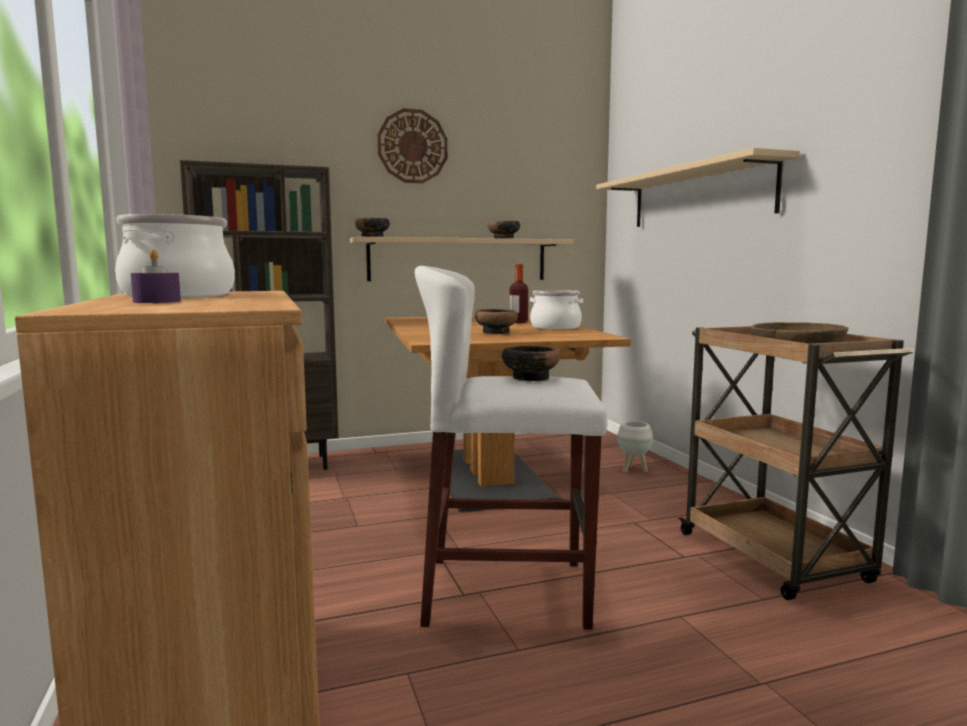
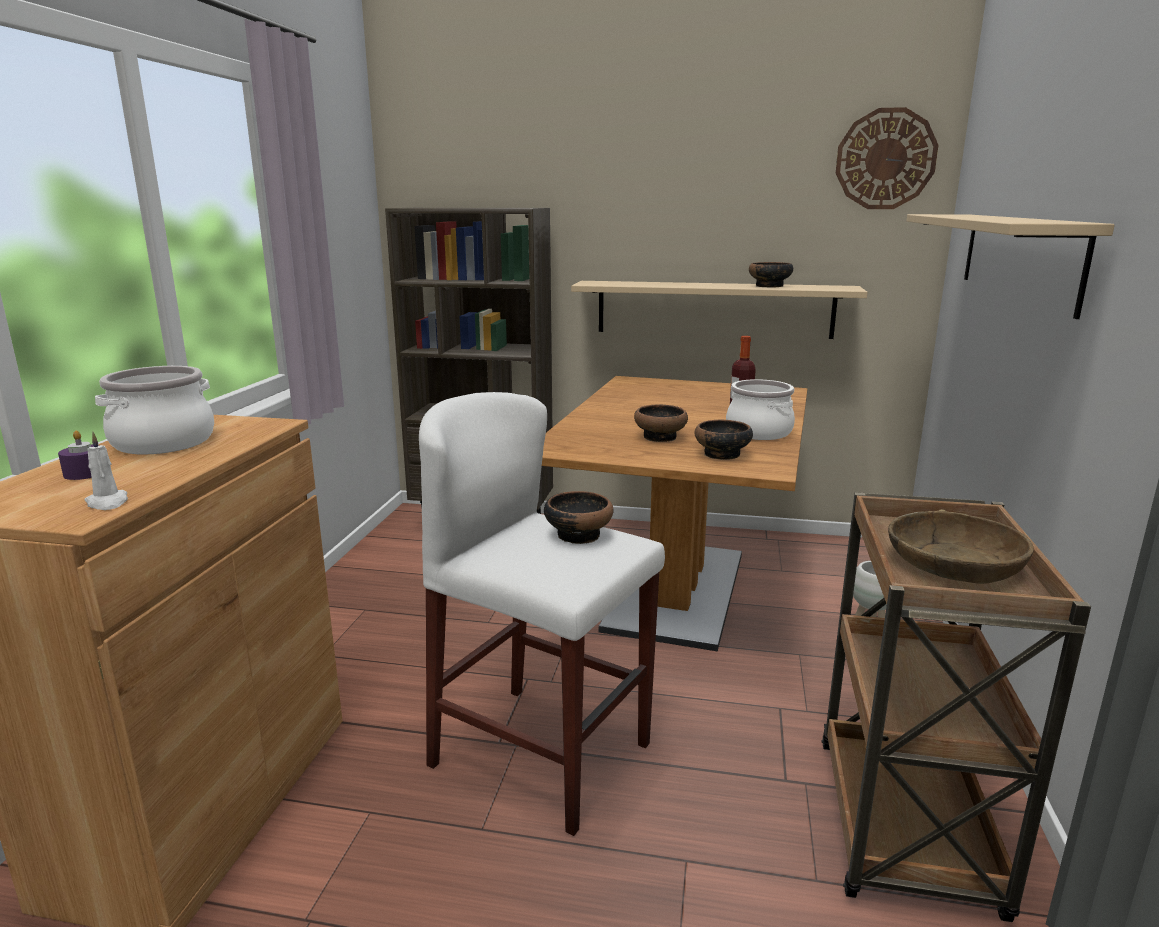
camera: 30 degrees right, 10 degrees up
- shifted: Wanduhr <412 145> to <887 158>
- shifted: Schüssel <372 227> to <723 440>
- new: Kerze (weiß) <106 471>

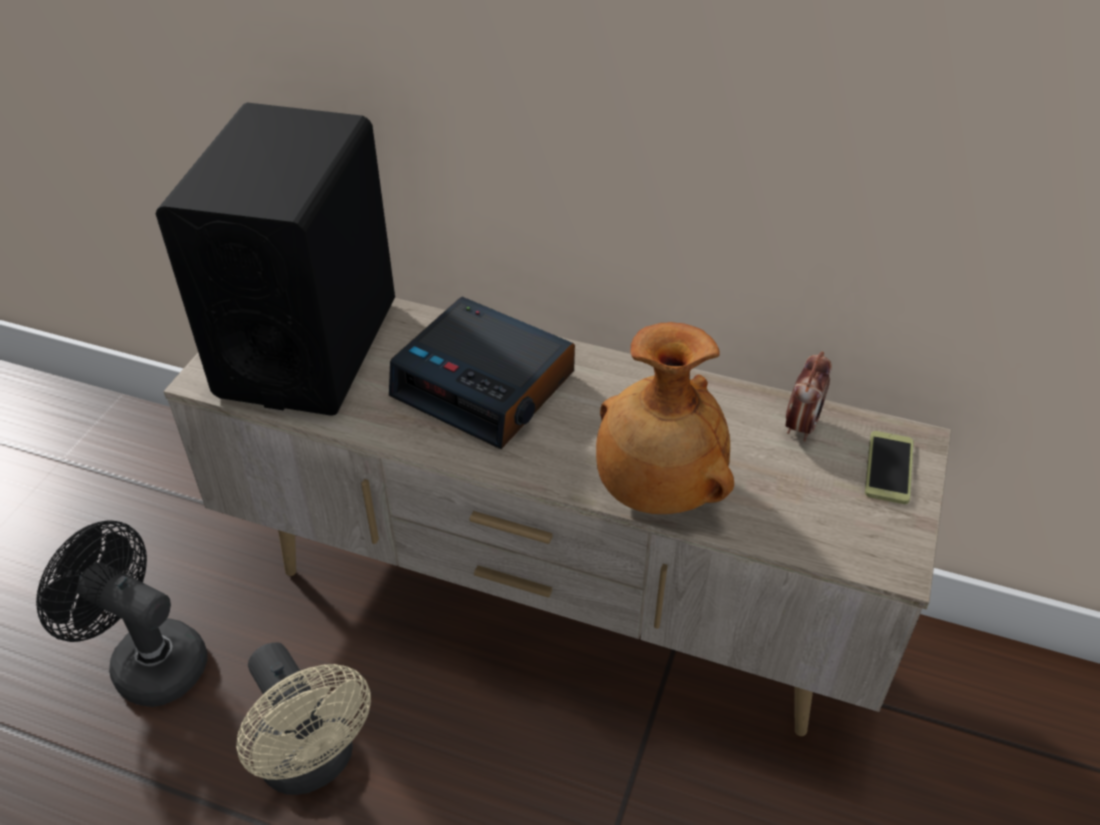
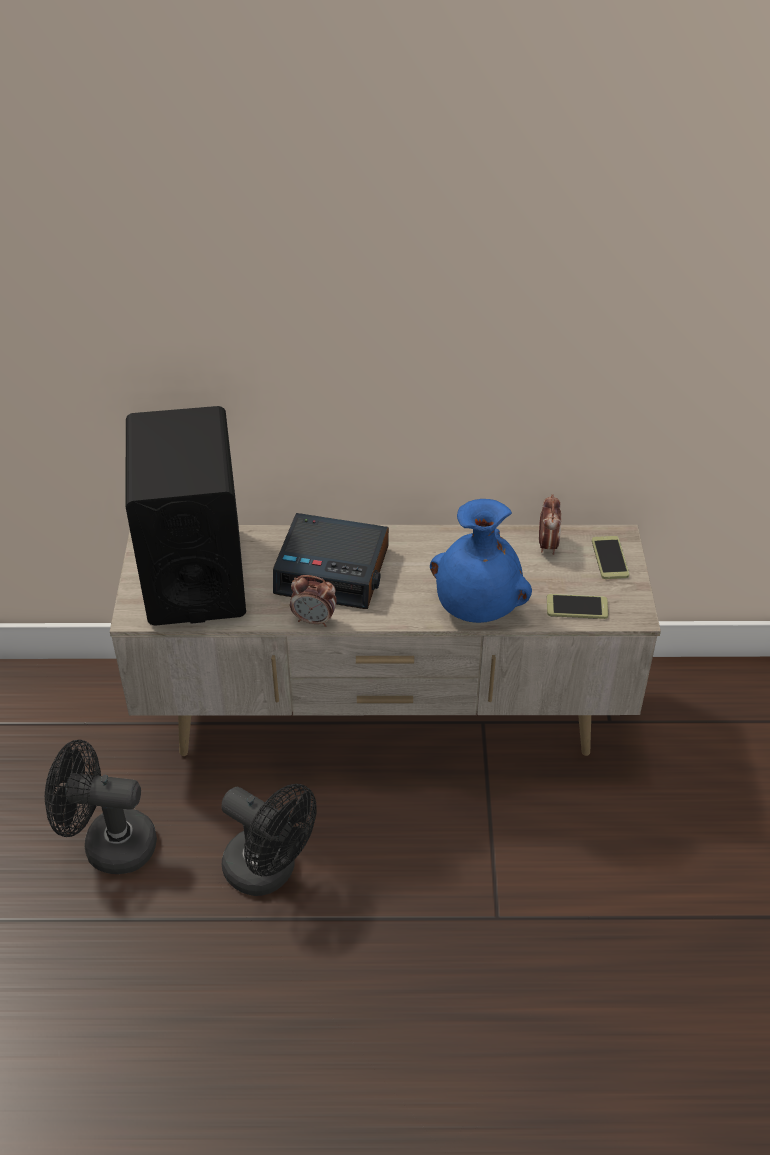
camera: 20 degrees left, 0 degrees up
- repainted: Vase (braun) <665 418> to Vase (blau) <481 561>
- repainted: Ventilator (beige) <303 718> to Ventilator (schwarz) <269 840>
- new: Wecker <313 601>
- new: Handy <578 606>

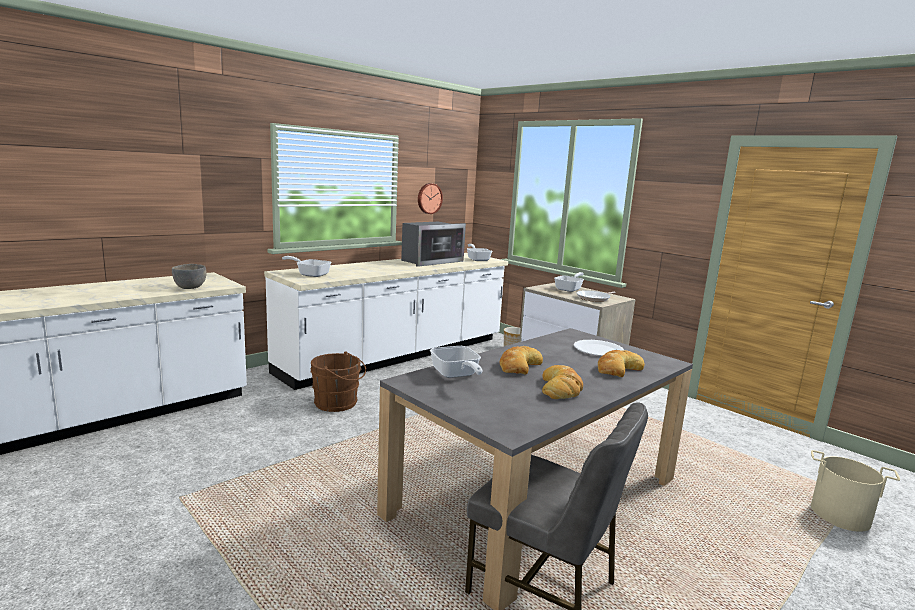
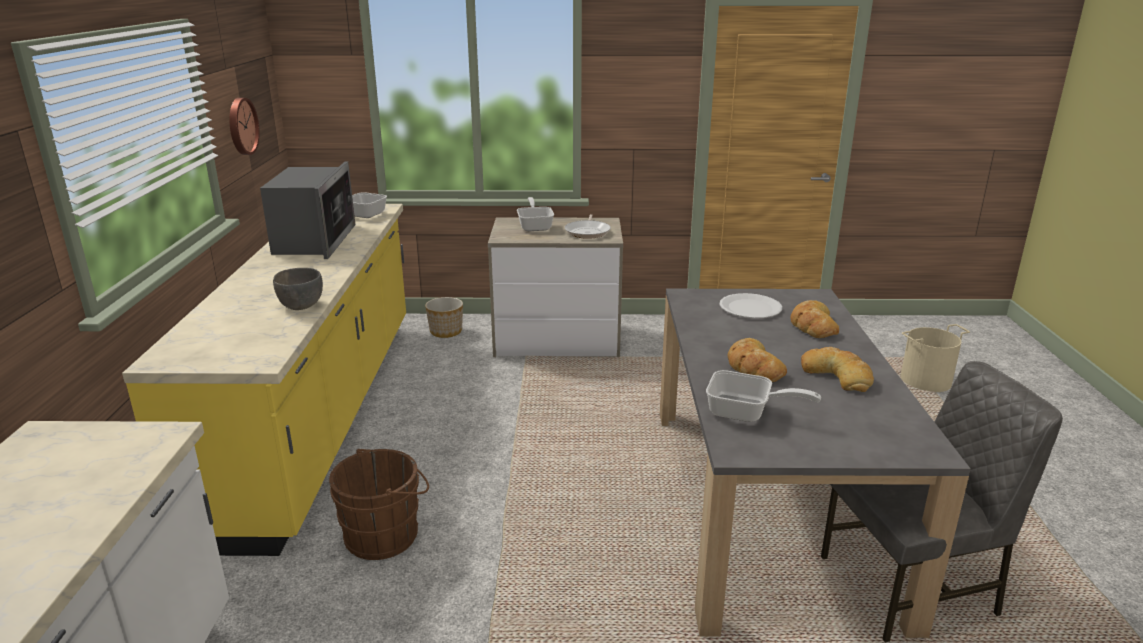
camera: 45 degrees left, 10 degrees up
- repainted: Küchenzeile (weiß) <386 321> to Küchenzeile (gelb) <264 380>
- gone: Pfanne <306 266>
- shifted: Schüssel (grau) <189 276> to <298 289>

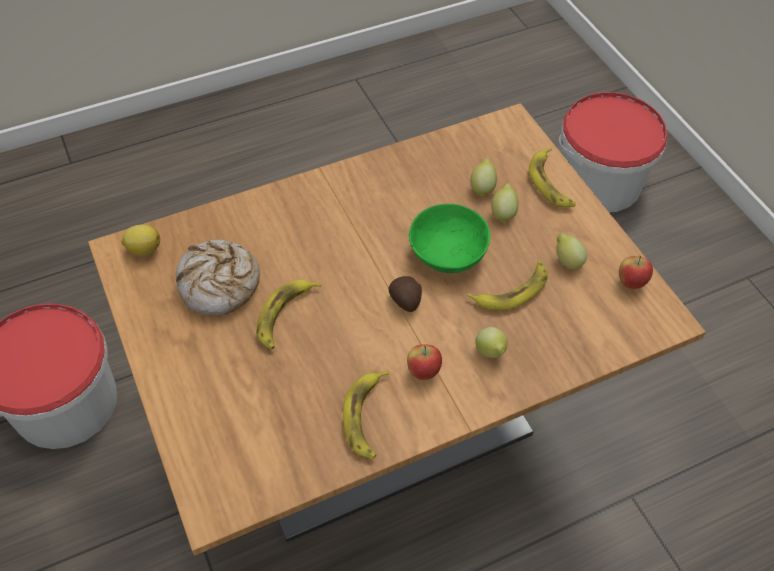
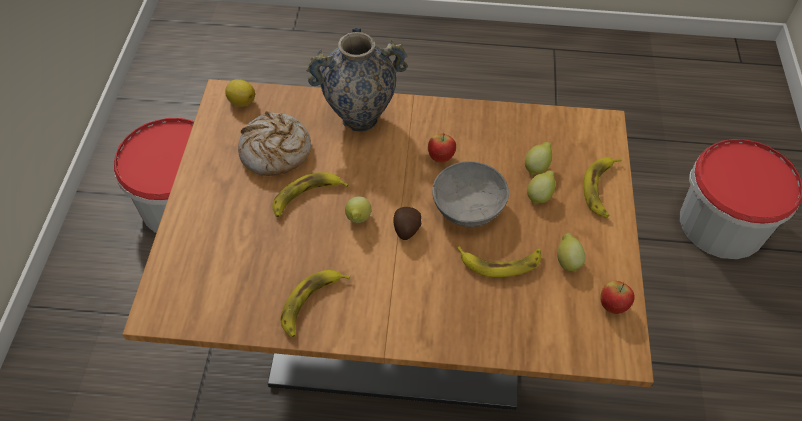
camera: 30 degrees right, 0 degrees up
- repainted: Schüssel (grün) <449 238> to Schüssel (grau) <470 194>
- shifted: Zitrone <491 342> to <358 209>
- shifted: Apfel <424 362> to <442 148>
- new: Vase <357 80>

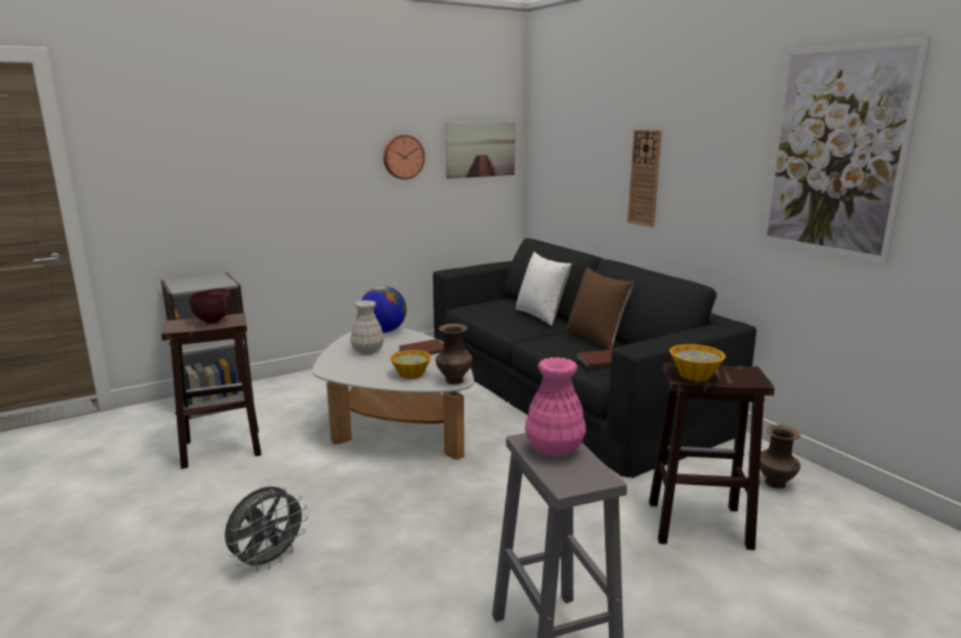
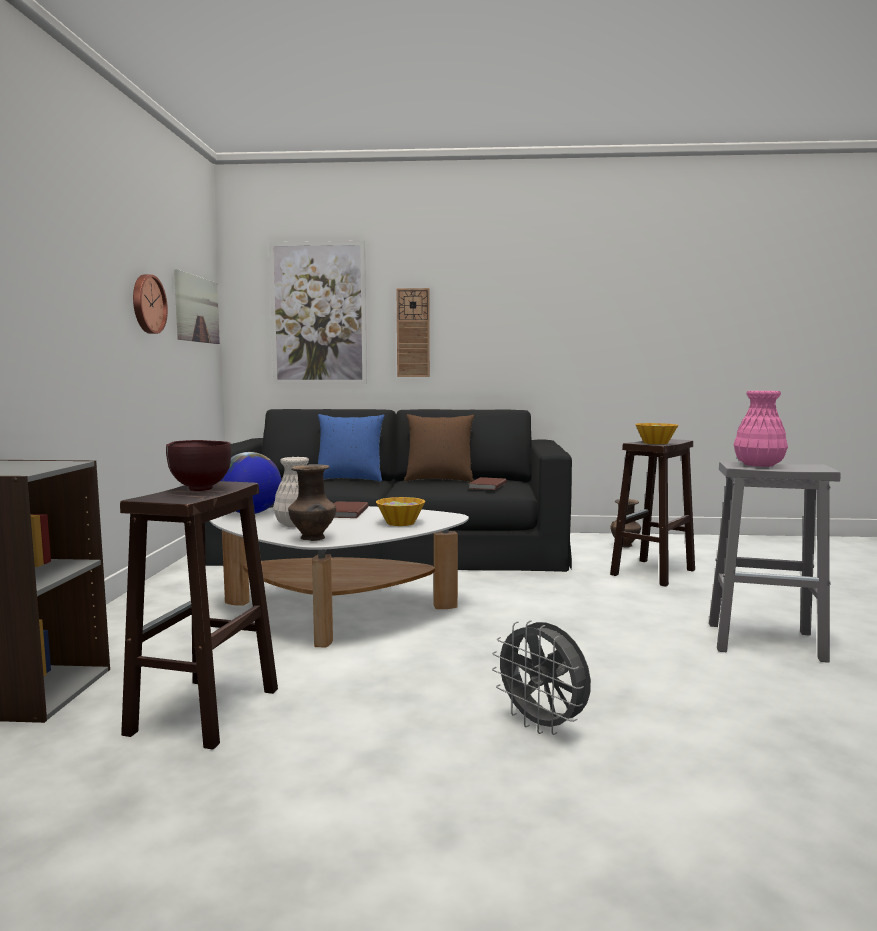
camera: 55 degrees left, 10 degrees down
- shifted: Bild <846 150> to <318 312>
- repainted: Kissen (weiß) <543 289> to Kissen (blau) <351 448>
- shifted: Vase (braun) <454 354> to <312 502>
- rotated: Ventilator (grau) <266 529> = <541 677> 150 degrees clockwise

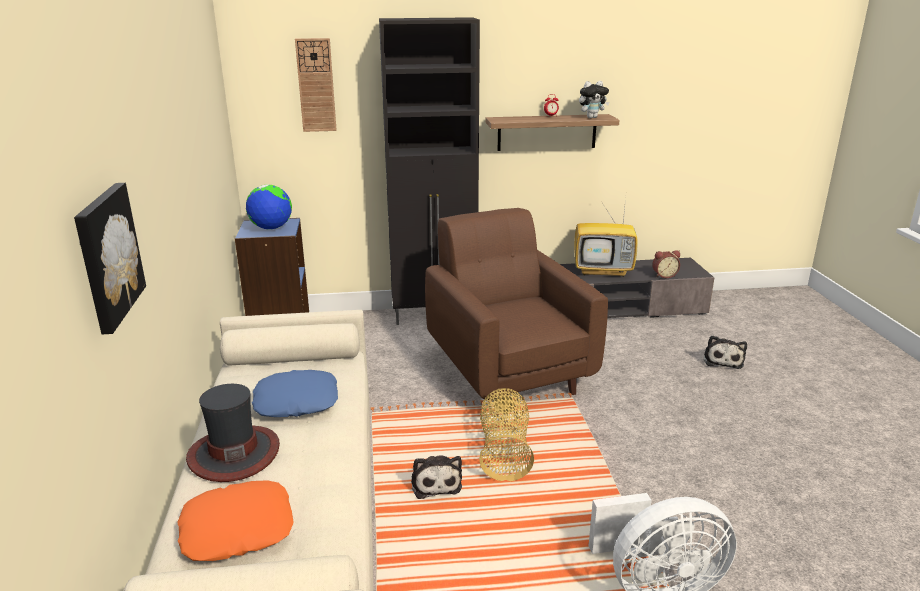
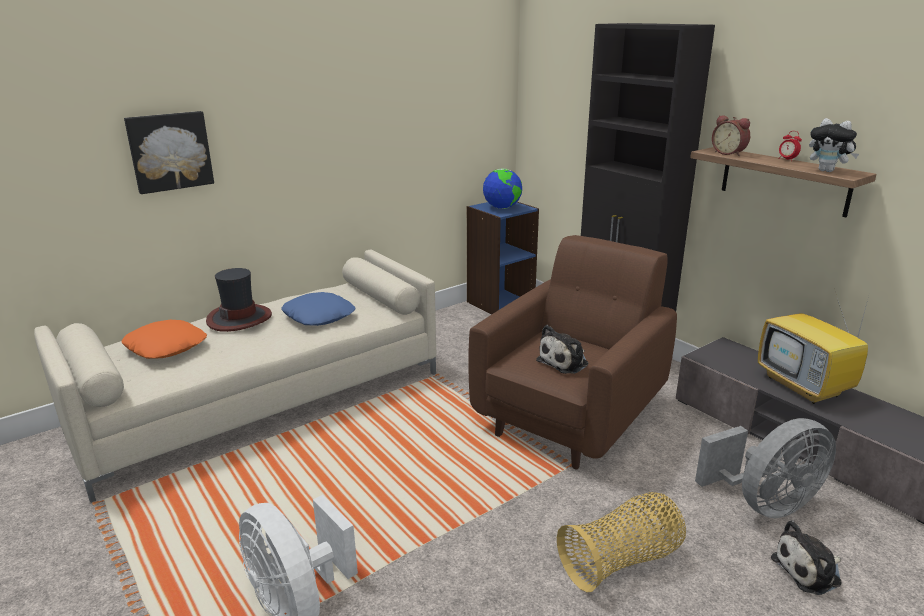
camera: 60 degrees right, 0 degrees up
- gone: Wanduhr <316 85>
- shifted: Wecker <666 264> to <731 135>
- shifted: Korb <506 434> to <621 542>
- shifted: Plüschtier <436 477> to <562 349>
- new: Ventilator (grau) <765 468>

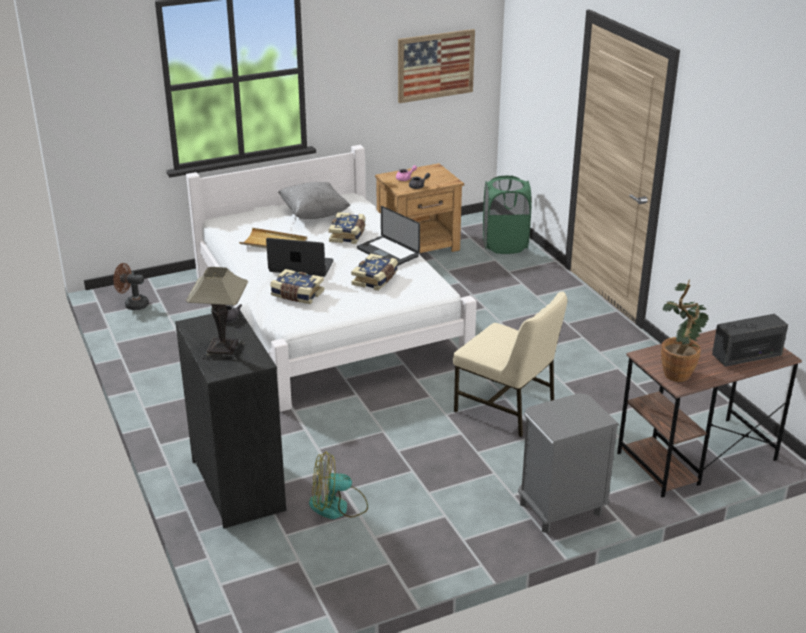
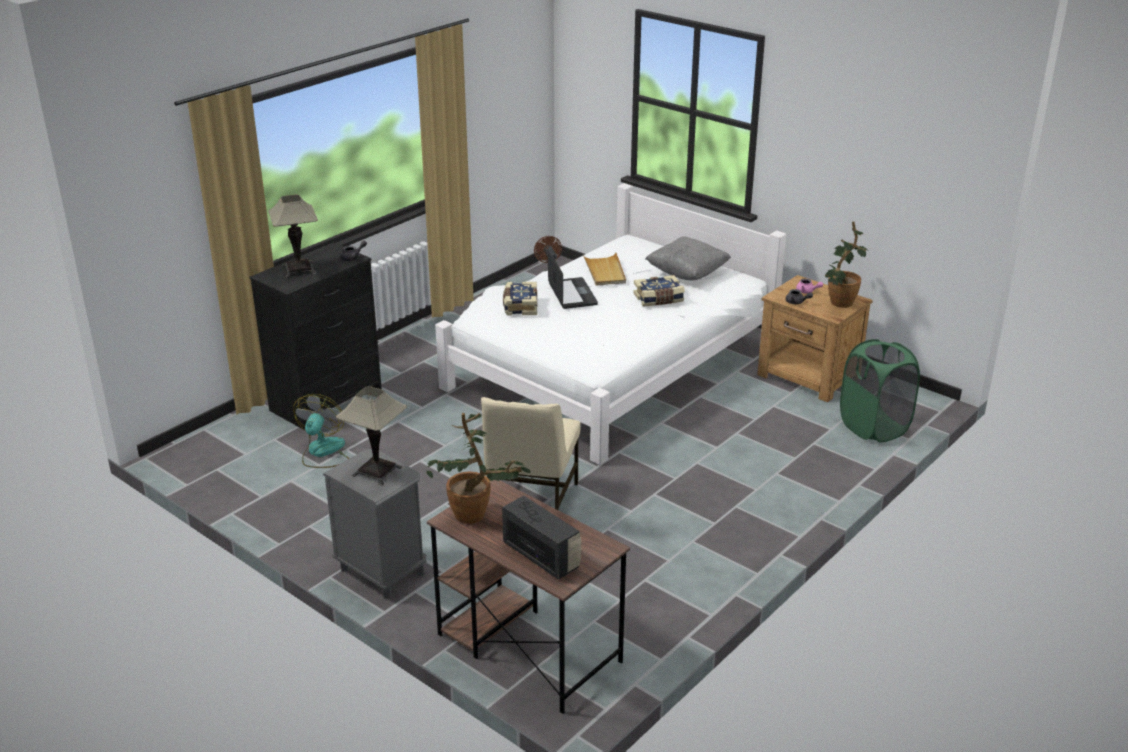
camera: 65 degrees right, 0 degrees up
- gone: Bild <436 66>
- gone: Laptop <388 236>
- gone: Buch <374 272>
- rotated: Ventilator <338 485> = <321 431> 45 degrees clockwise
- new: Topfpflanze <846 265>
- new: Tischlampe <371 436>

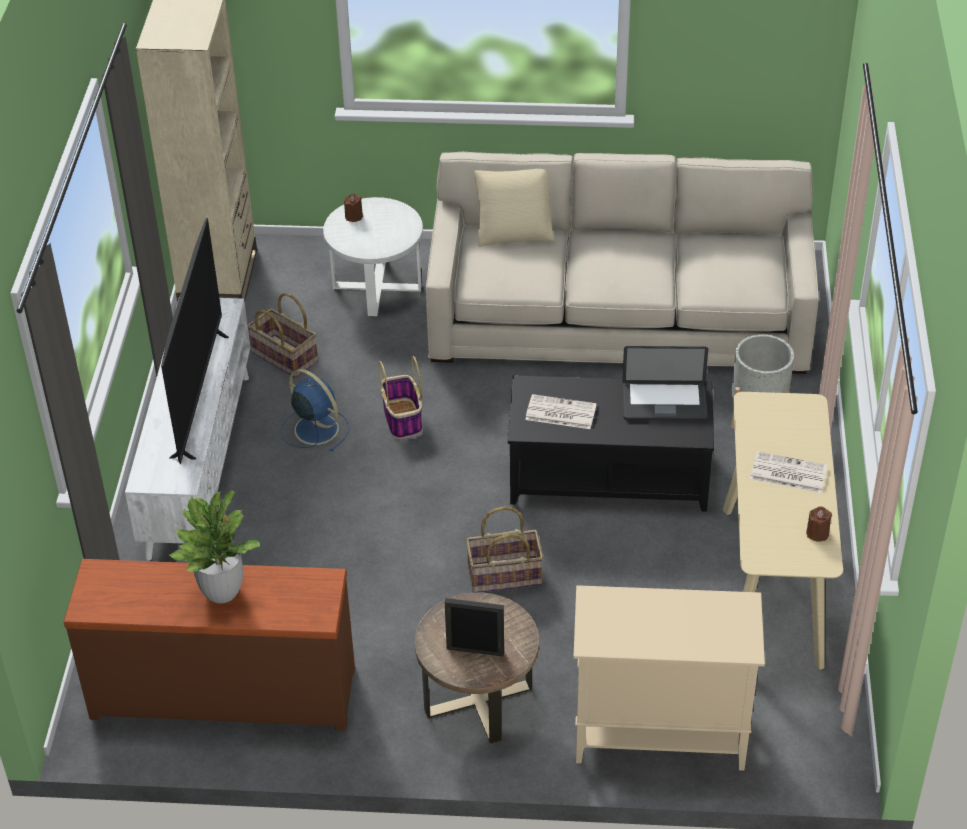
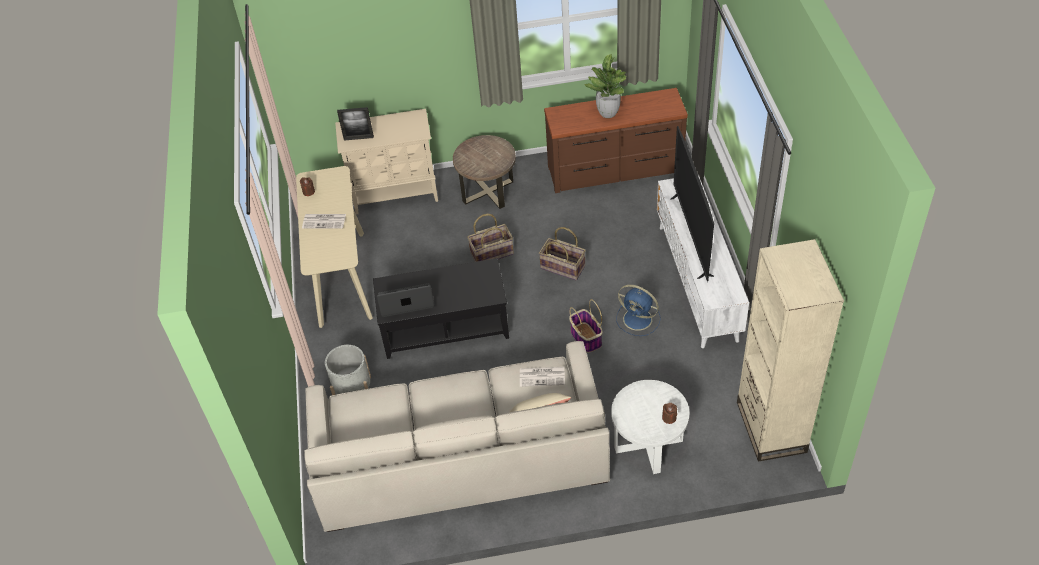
camera: 170 degrees right, 5 degrees up
- shifted: Korb <282 335> to <562 253>
- shifted: Zeitung <561 411> to <542 377>
- shifted: Bilderrahmen <474 627> to <355 124>

